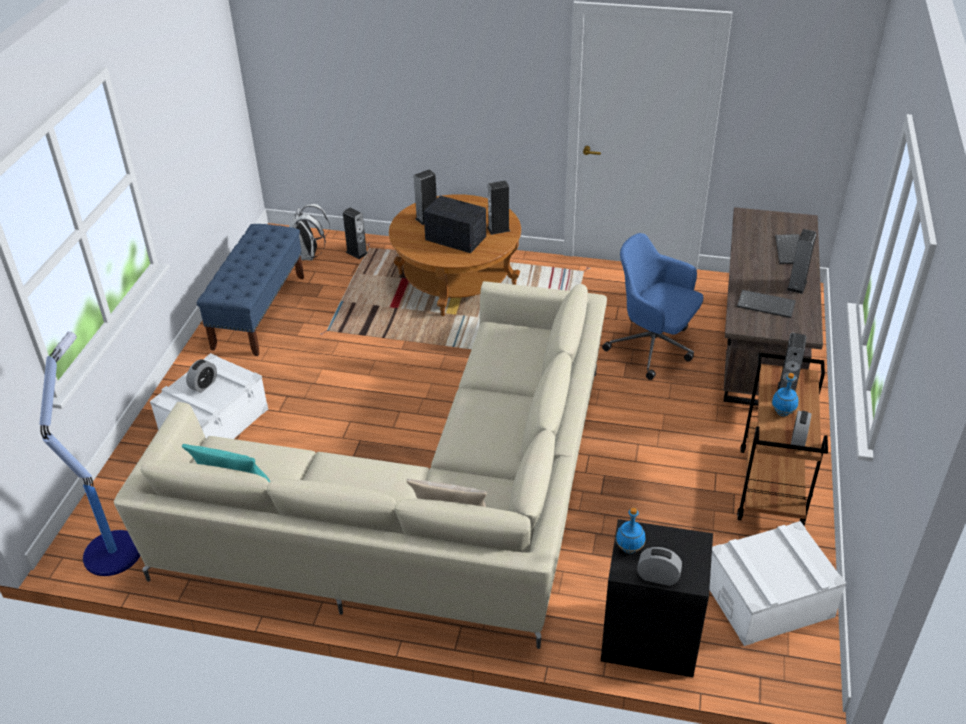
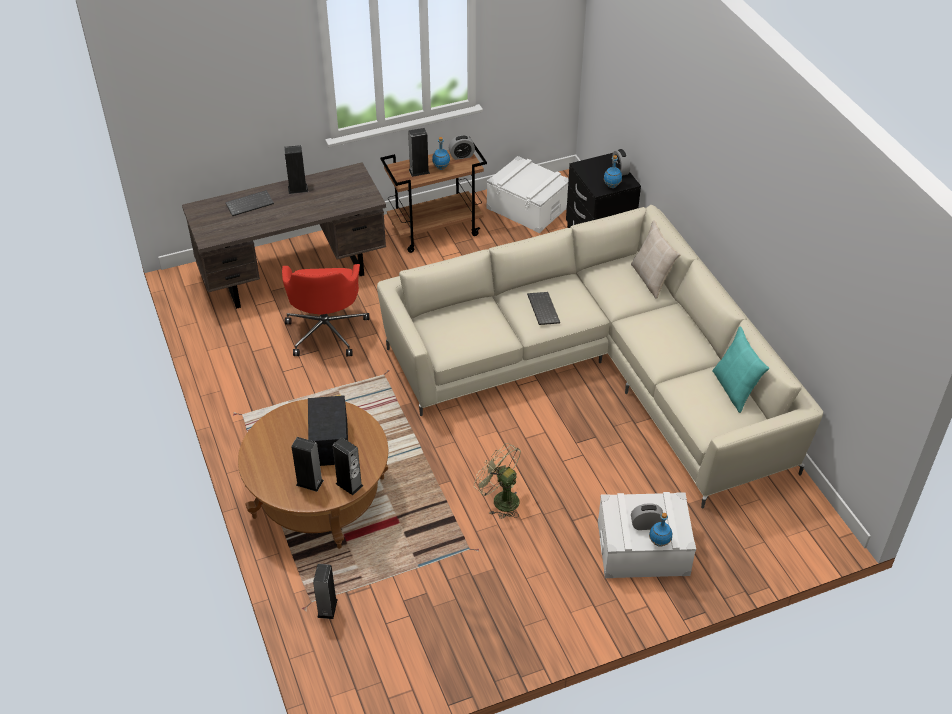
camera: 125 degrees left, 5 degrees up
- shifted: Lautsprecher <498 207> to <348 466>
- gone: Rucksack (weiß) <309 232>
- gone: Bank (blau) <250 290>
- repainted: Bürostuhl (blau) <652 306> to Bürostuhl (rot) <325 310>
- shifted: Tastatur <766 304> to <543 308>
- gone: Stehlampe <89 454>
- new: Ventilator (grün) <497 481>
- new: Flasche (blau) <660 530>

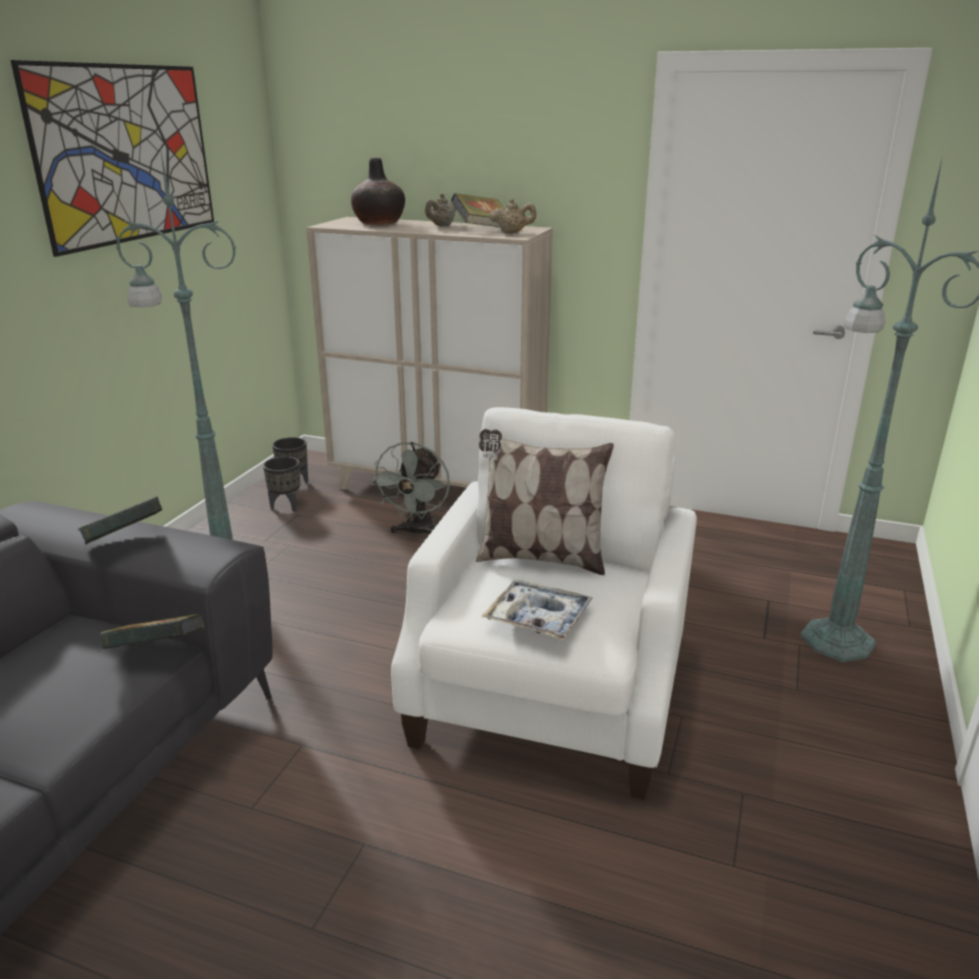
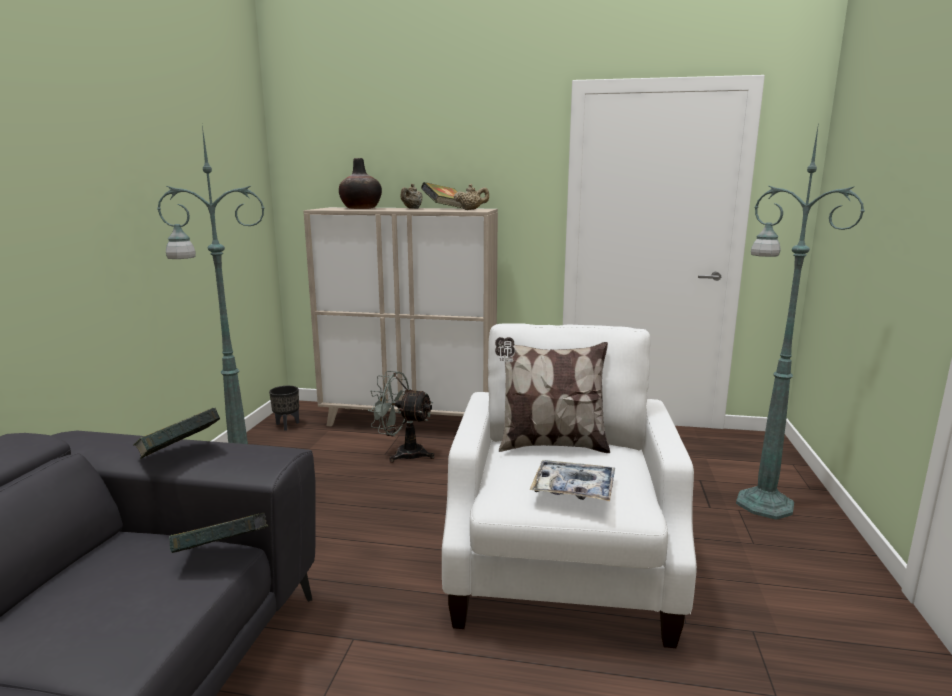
camera: 10 degrees left, 10 degrees down
- gone: Bild <112 158>
- rotated: Ventilator (grau) <410 489> = <401 417> 105 degrees clockwise
- gone: Pflanzkübel (schwarz) <282 484>

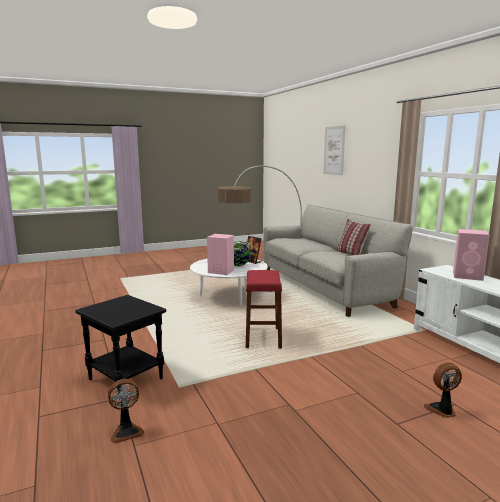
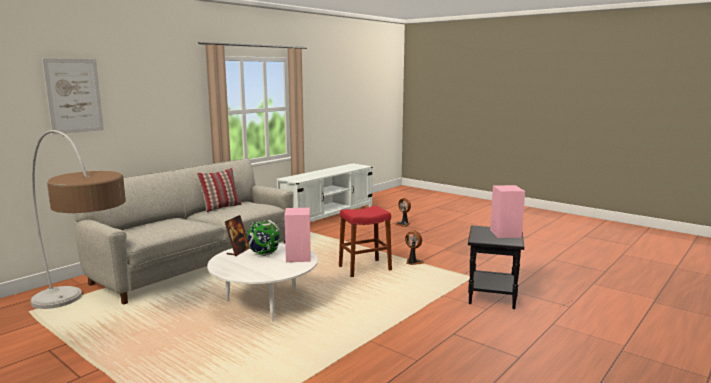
camera: 115 degrees left, 0 degrees up
- shifted: Lautsprecher (rosa) <471 255> to <507 211>
- shifted: Ventilator <126 411> to <415 247>

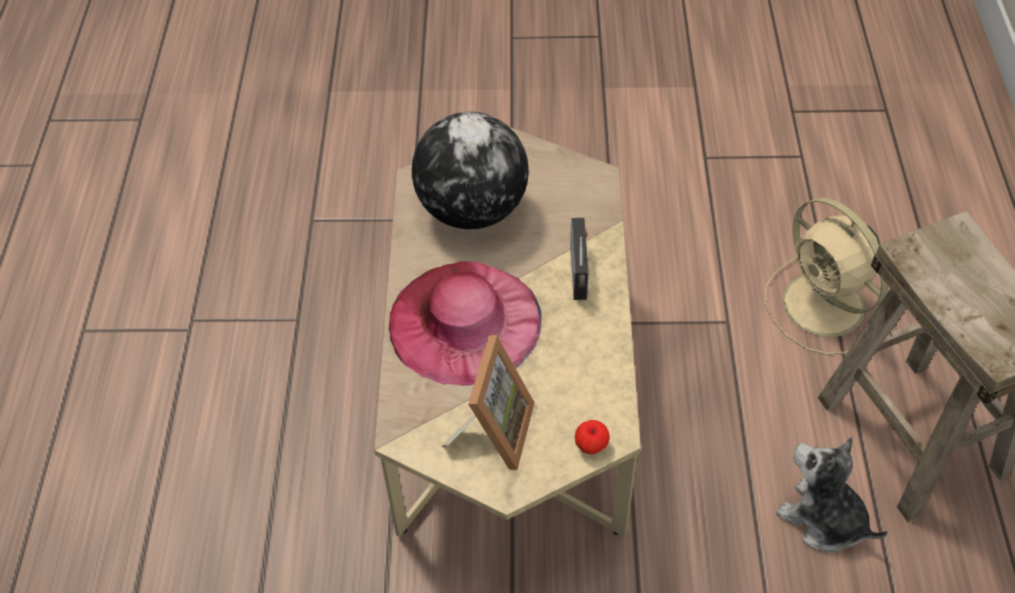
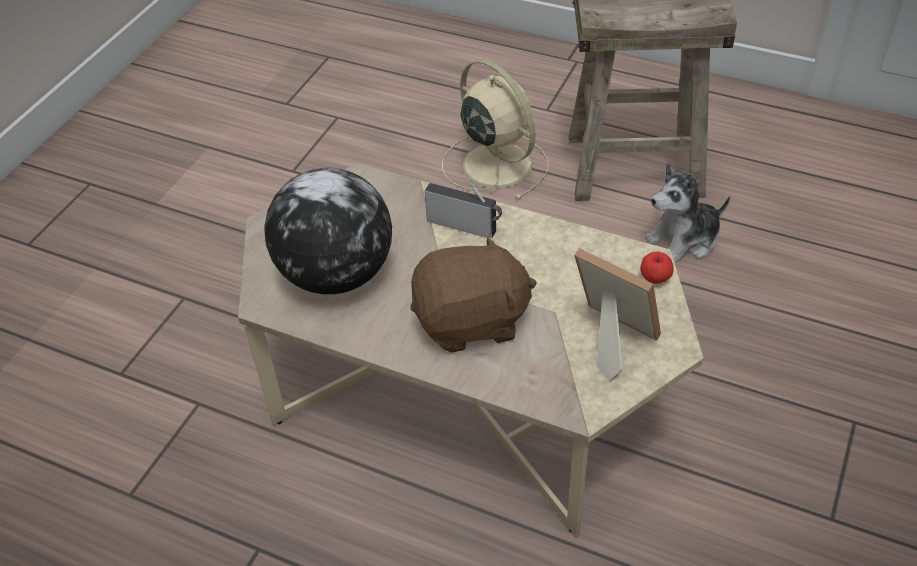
camera: 65 degrees left, 5 degrees down
- rotated: Ventilator (beige) <826 276> = <495 129> 120 degrees counterclockwise
- swapped: Hut (rosa) <465 323> to Plüschtier (braun) <473 293>

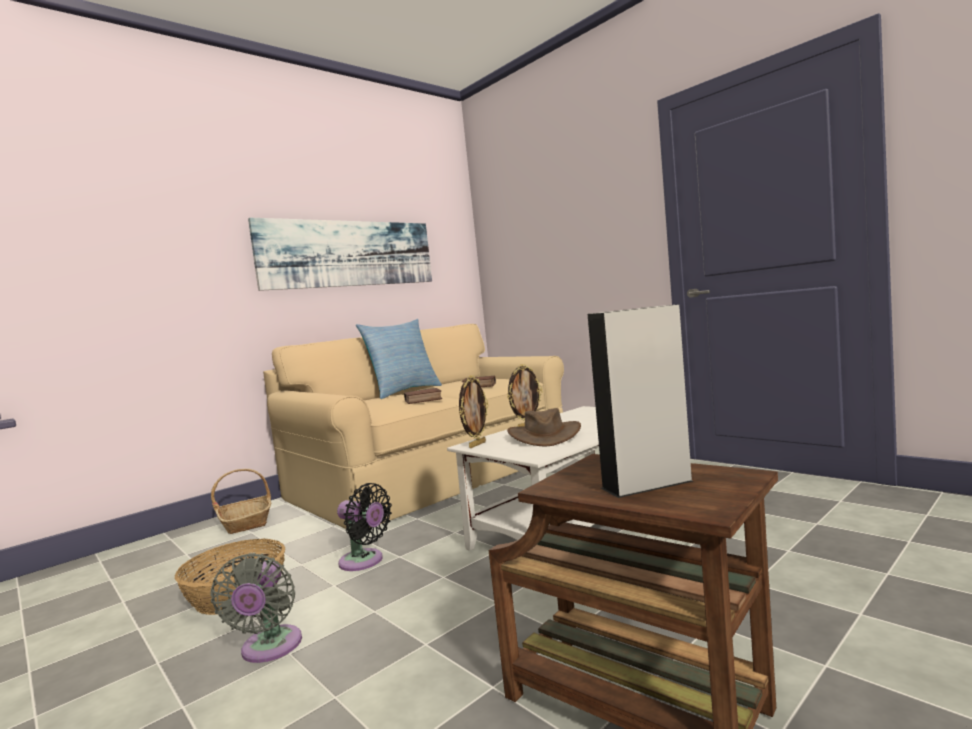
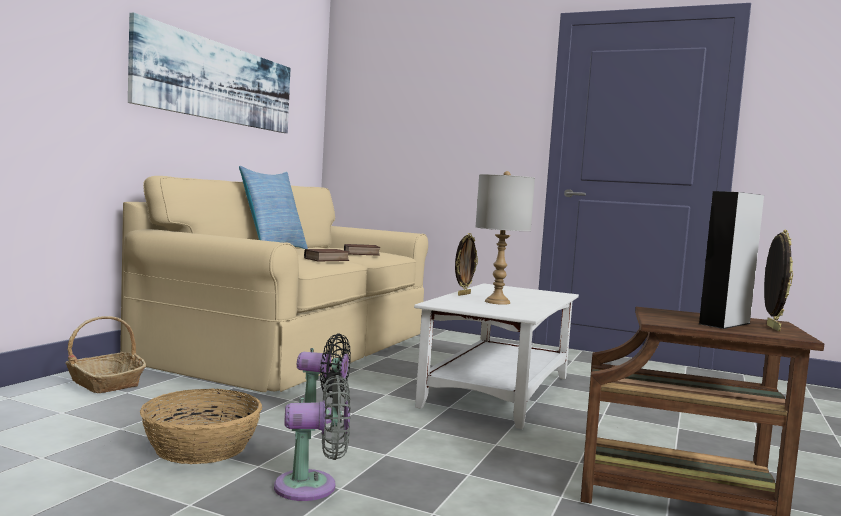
camera: 25 degrees left, 0 degrees up
- shifted: Bilderrahmen <473 411> to <778 280>
- swapped: Hut (braun) <544 427> to Tischlampe (grau) <505 238>
- rotated: Ventilator (grau) <256 608> = <312 438> 75 degrees counterclockwise

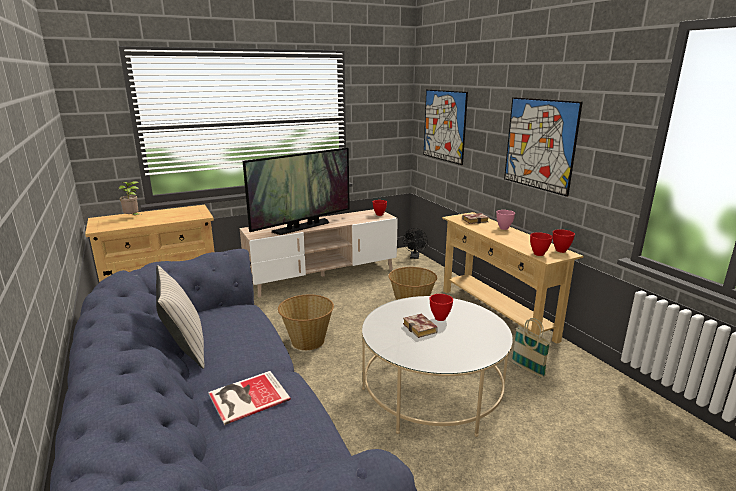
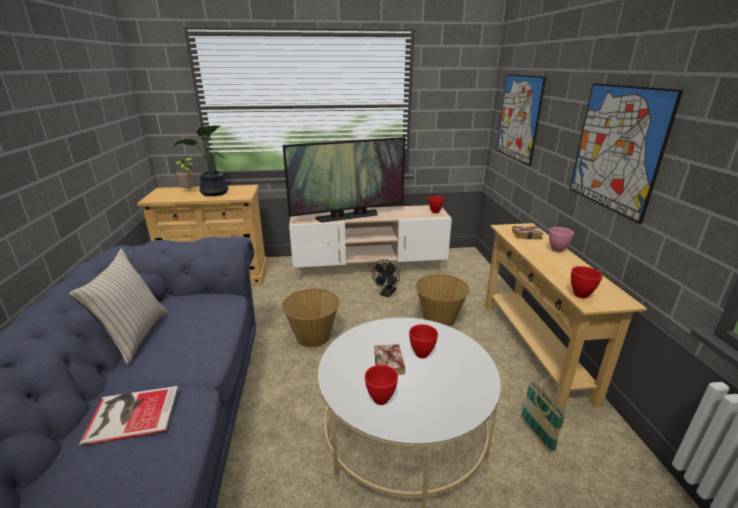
camera: 20 degrees right, 5 degrees up
- shifted: Ventilator (schwarz) <415 243> to <386 278>
- shifted: Schüssel (rot) <564 241> to <381 385>
- new: Topfpflanze <200 160>

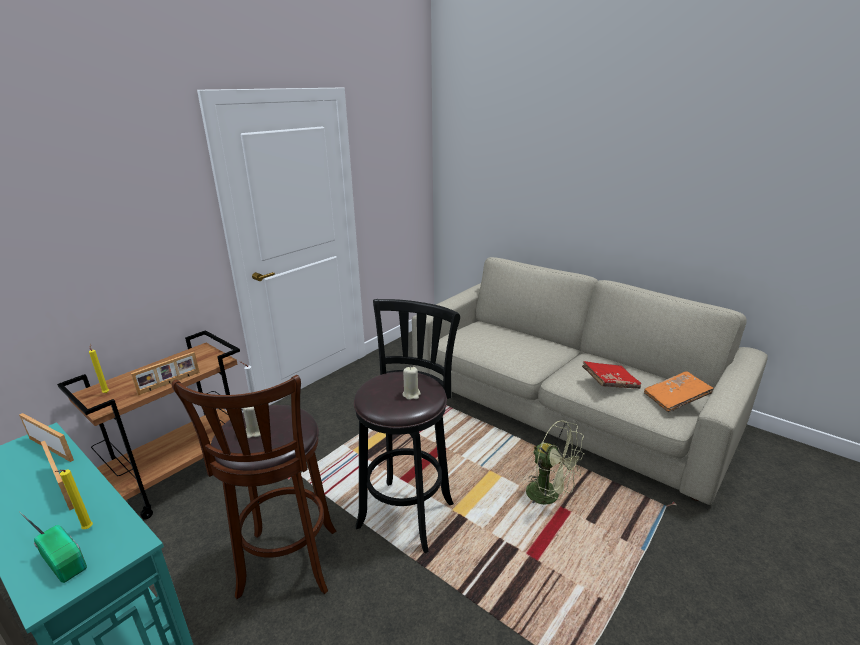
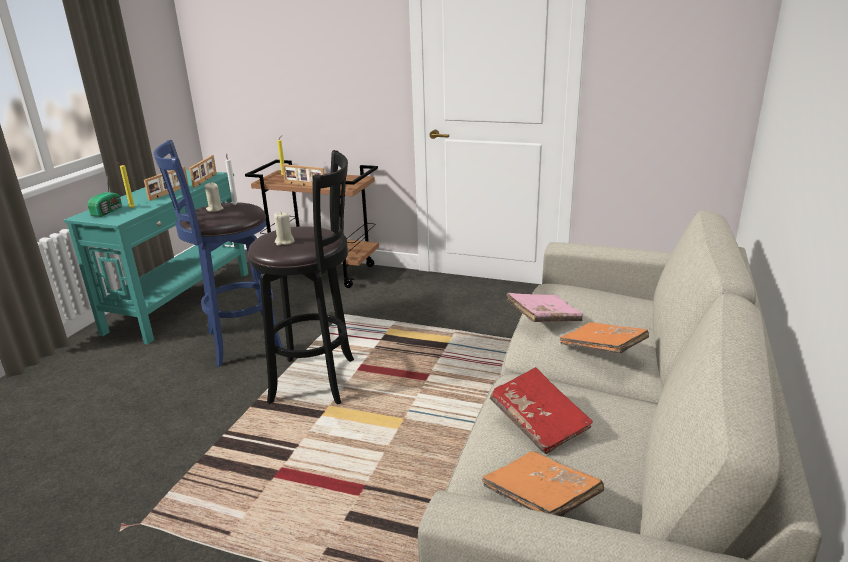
camera: 70 degrees right, 0 degrees up
- repainted: Hocker (braun) <254 487> to Hocker (blau) <218 253>
- gone: Ventilator (grün) <554 467>
- new: Buch (rosa) <544 307>
- new: Buch (orange) <604 338>

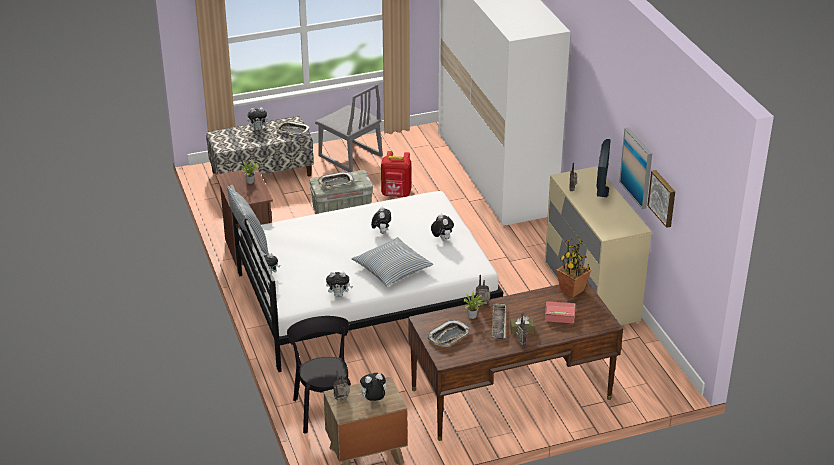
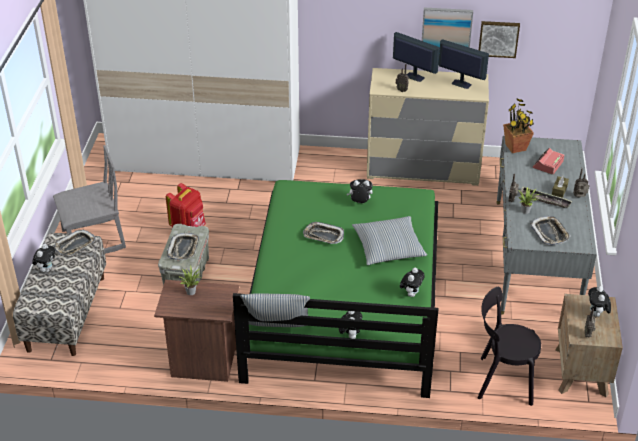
camera: 65 degrees left, 5 degrees up
- repainted: Bett (weiß) <366 278> to Bett (grün) <335 289>
- swapped: Plüschtier <381 220> to Tablett <323 233>
- repainted: Schreibtisch (braun) <515 361> to Schreibtisch (grau) <546 225>
- new: Monitor <463 64>

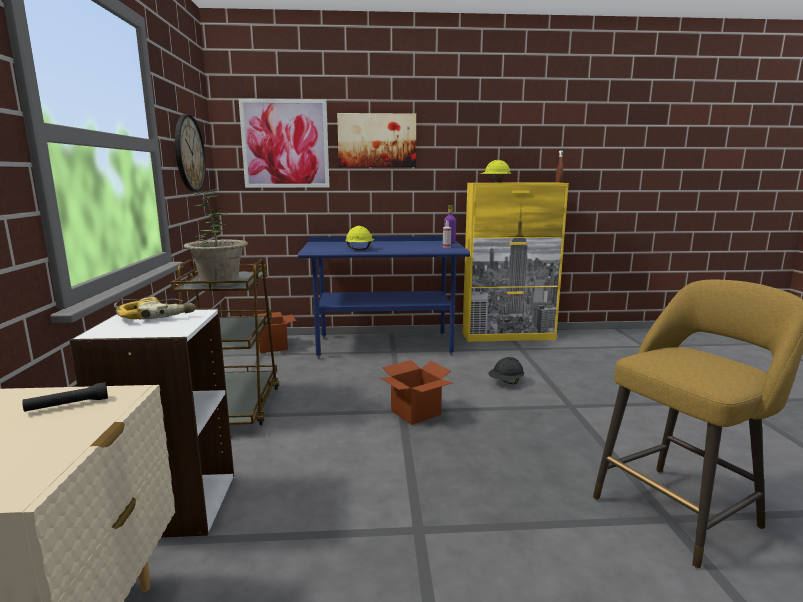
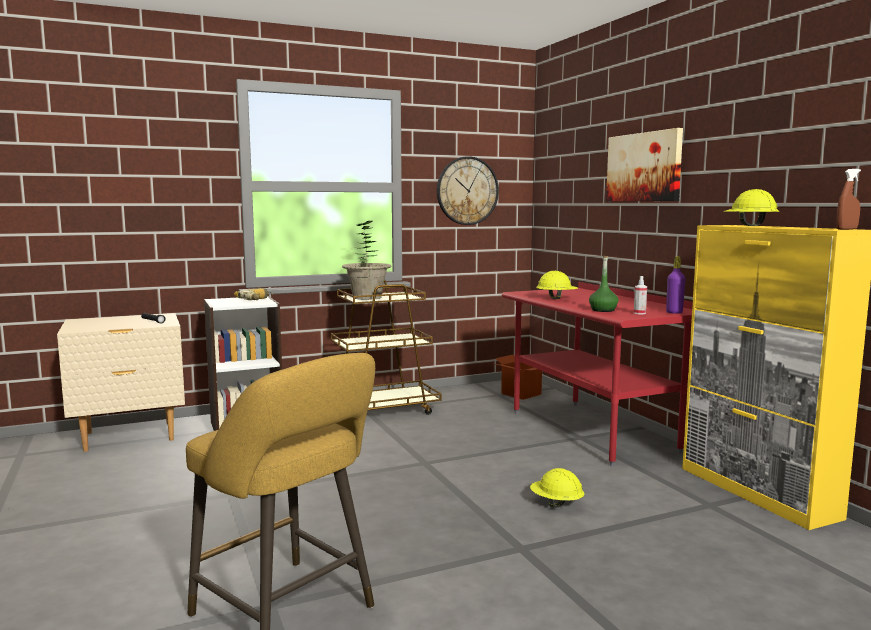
camera: 70 degrees right, 5 degrees down
- gone: Bild <284 143>
- repainted: Schreibtisch (blau) <384 297> to Schreibtisch (rot) <597 374>
- repainted: Schutzhelm (schwarz) <506 370> to Schutzhelm (gelb) <557 488>
- gone: Karton <416 392>
- new: Flasche (grün) <603 284>

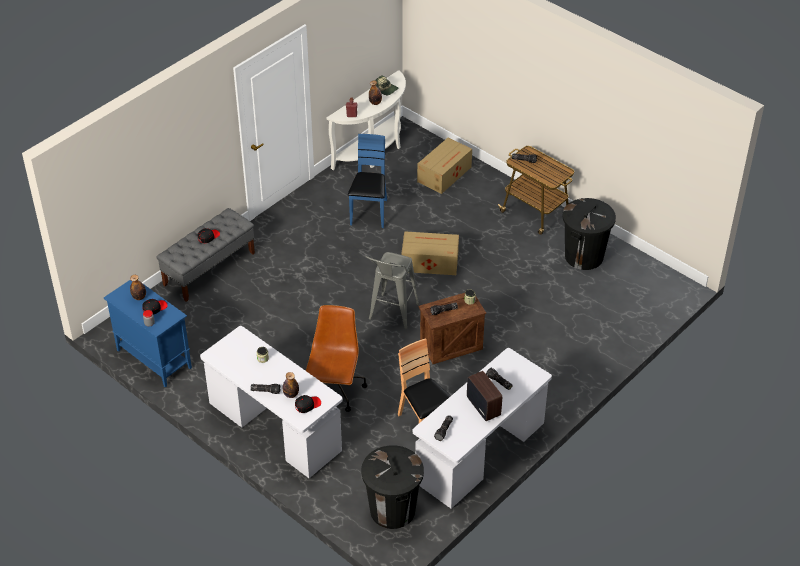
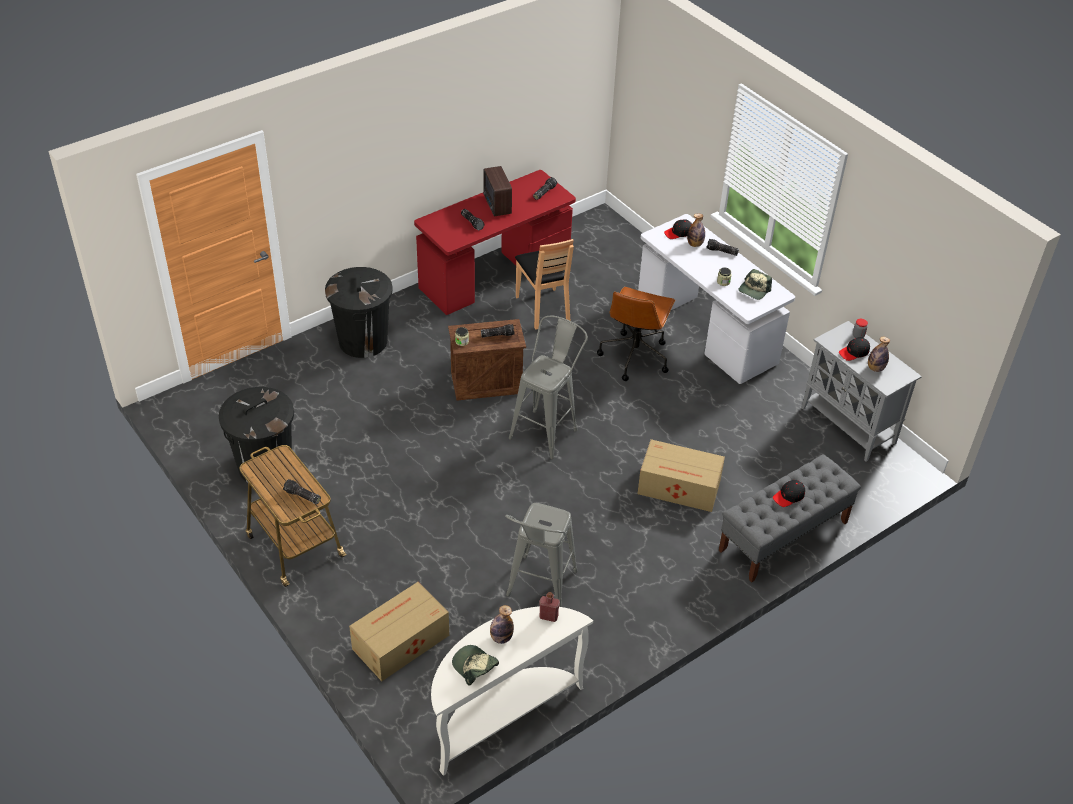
camera: 170 degrees left, 0 degrees up
- swapped: Stuhl (blau) <367 181> to Hocker (grau) <541 555>
- shifted: Karton <430 253> to <681 475>
- repainted: Schrank (blau) <148 333> to Schrank (grau) <862 391>
- repainted: Schreibtisch (weiß) <482 428> to Schreibtisch (rot) <495 242>
- shifted: Mülleimer (schwarz) <392 487> to <359 312>
- new: Kappe <755 284>

